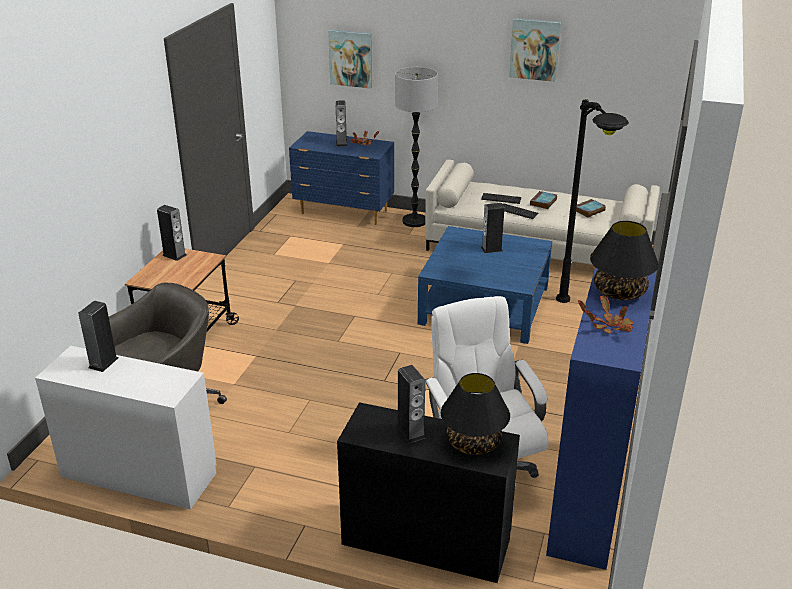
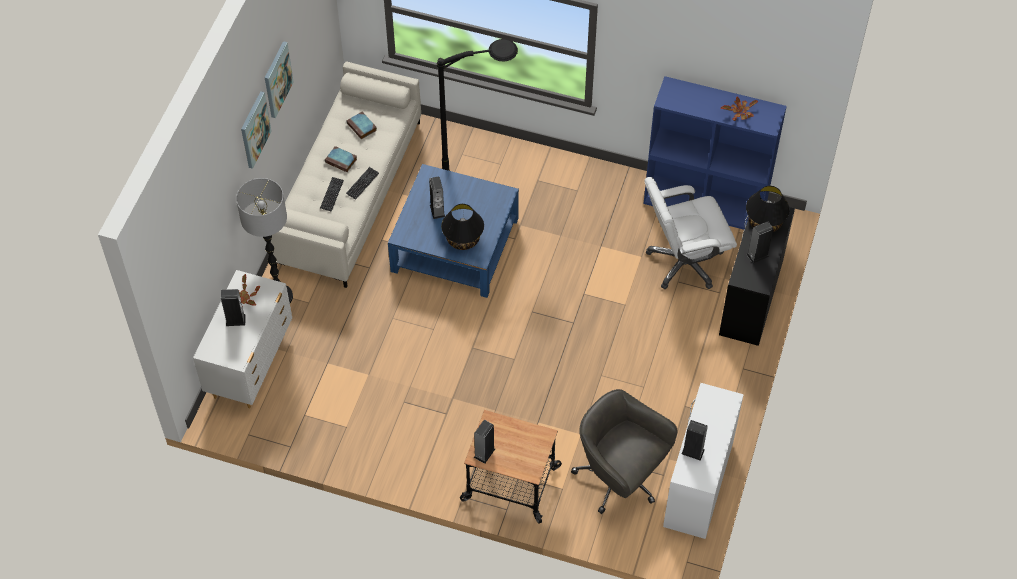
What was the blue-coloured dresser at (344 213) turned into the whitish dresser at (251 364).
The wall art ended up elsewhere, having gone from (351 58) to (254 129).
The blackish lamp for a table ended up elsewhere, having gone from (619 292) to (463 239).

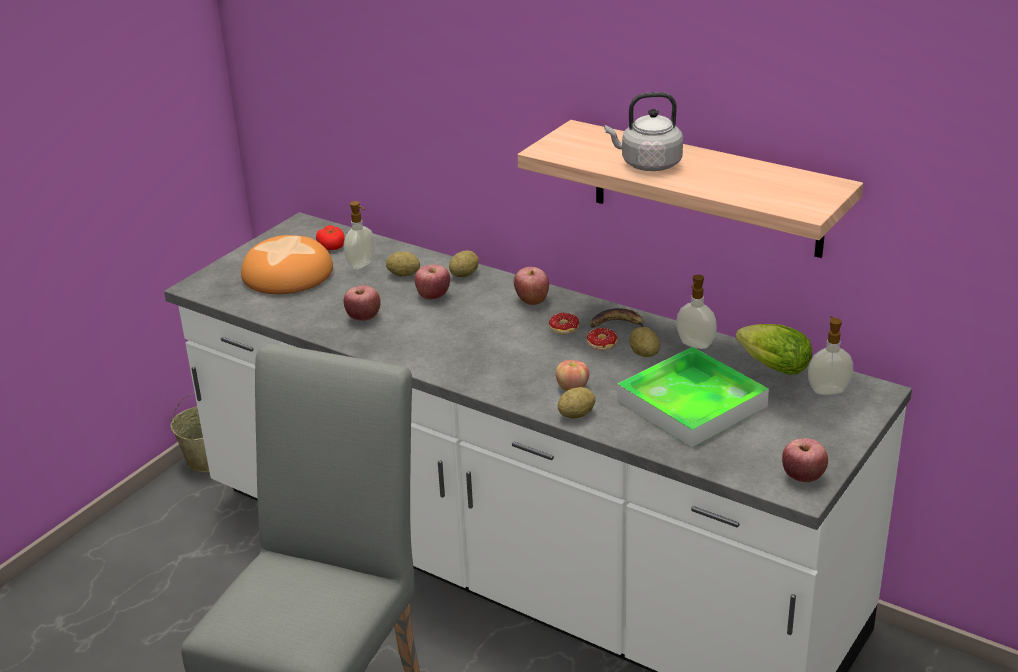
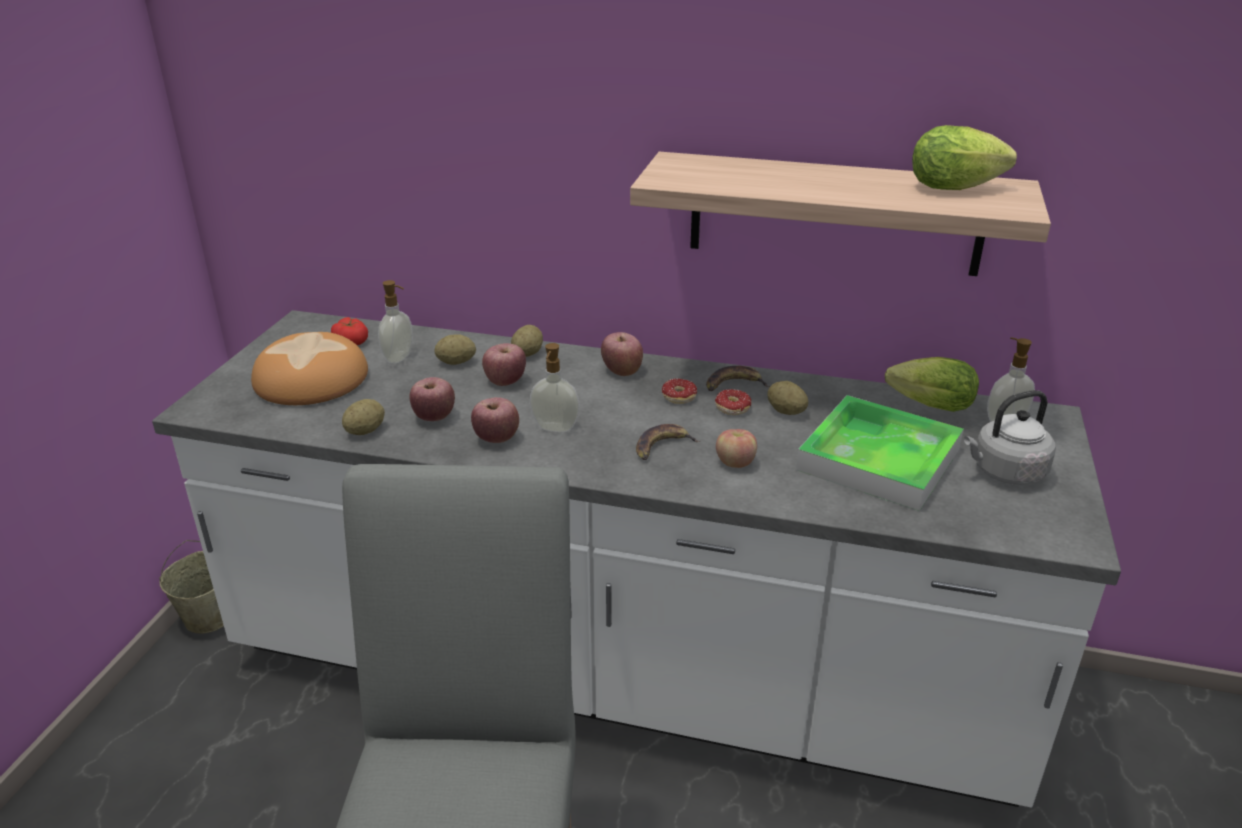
The whole potato ended up elsewhere, having gone from (576 415) to (365 431).
The grey water kettle ended up elsewhere, having gone from (648 164) to (1005 472).
The liquid soap bottle ended up elsewhere, having gone from (695 345) to (555 428).
The apple fruit ended up elsewhere, having gone from (803 477) to (497 438).
The second view gained the banana fruit at (662 447).
The second view gained the head of lettuce at (959 188).

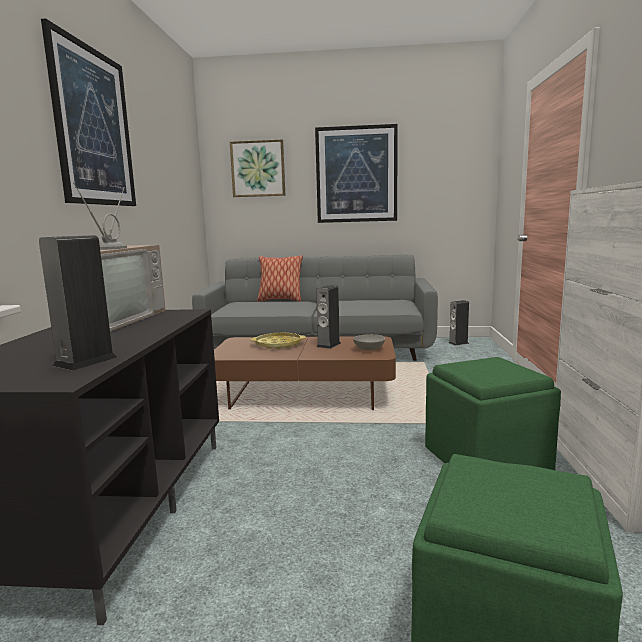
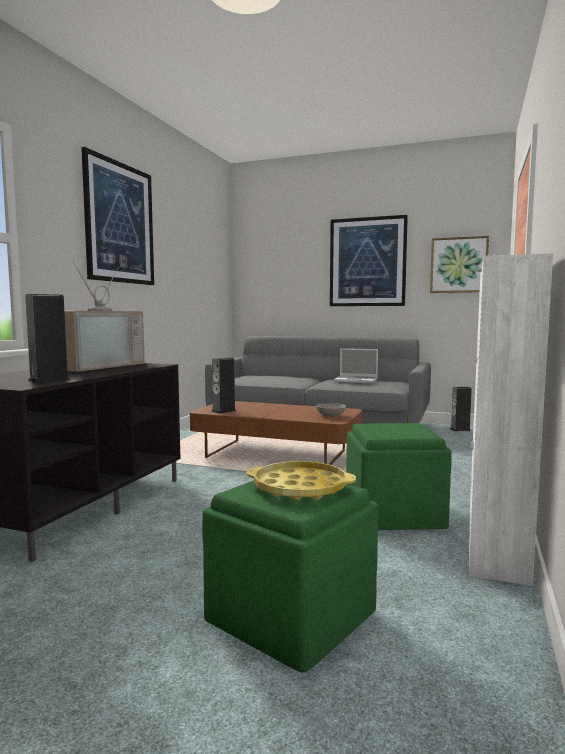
The wall art ended up elsewhere, having gone from (258 169) to (458 265).
The yellow-coloured serving tray ended up elsewhere, having gone from (278 344) to (300 488).
The second view lost the pillow at (280 300).
The audio speaker ended up elsewhere, having gone from (328 345) to (223 411).
The second view gained the laptop at (356 380).

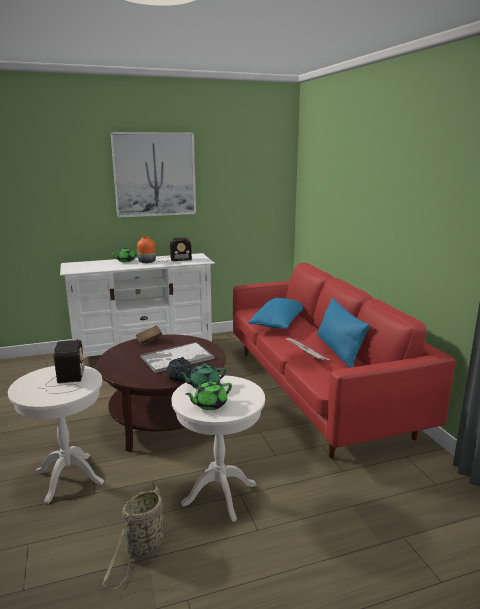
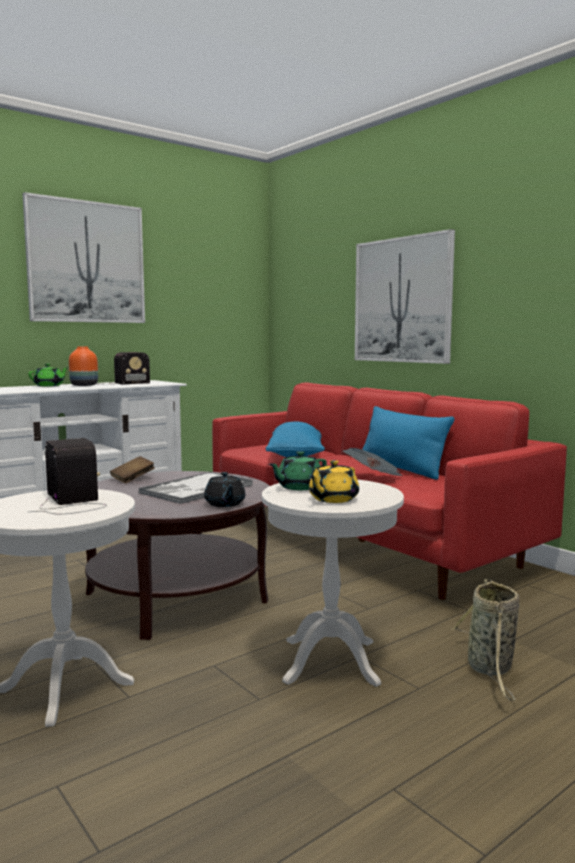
The basket ended up elsewhere, having gone from (143 551) to (490 669).
What was the greenish tea pot at (209 404) turned into the yellow-coloured tea pot at (332 499).
The second view gained the wall art at (402 300).

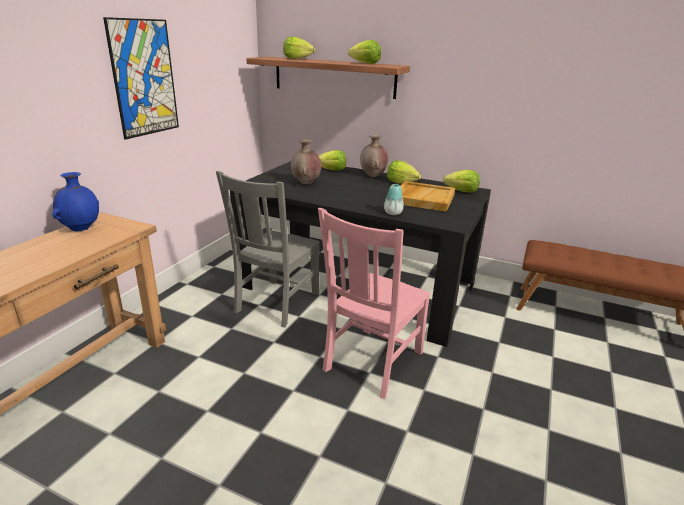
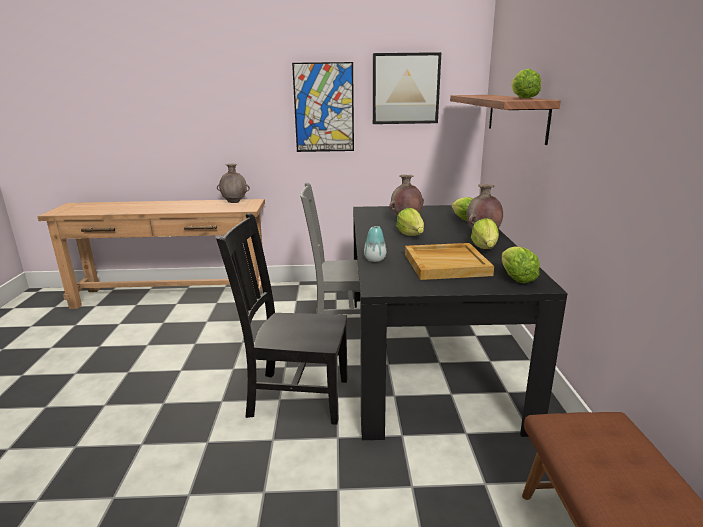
What was the blue-coloured decorative vase at (81 228) turned into the brown-coloured decorative vase at (234 202).
The head of lettuce ended up elsewhere, having gone from (297 58) to (411 235).
What was the pink plain chair at (371 362) turned into the blackish plain chair at (295 396).
The second view gained the wall art at (405 89).

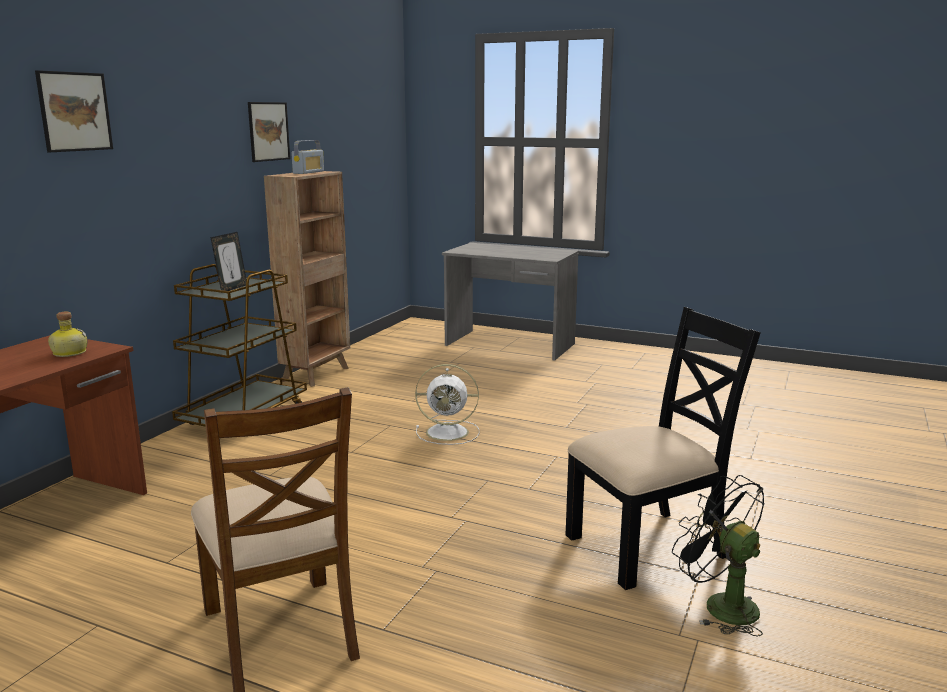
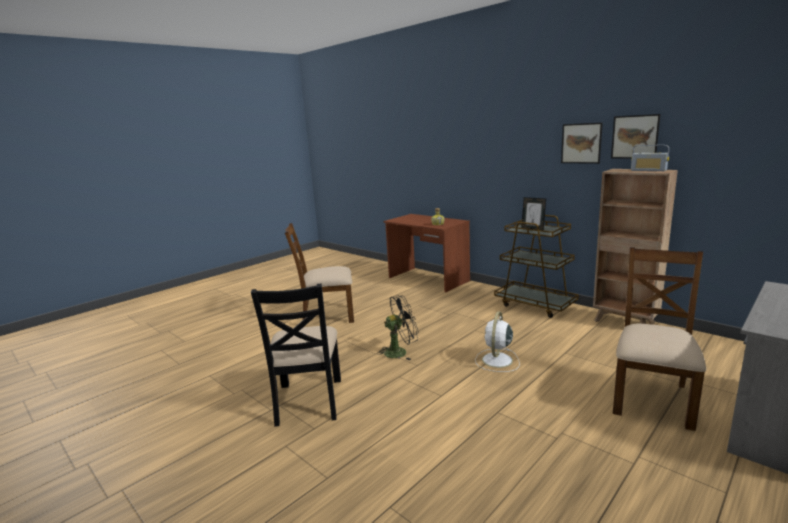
The wall art ended up elsewhere, having gone from (74 111) to (581 143).
The blackish electric fan ended up elsewhere, having gone from (720 605) to (400 351).
The second view gained the brown-coloured plain chair at (651 398).

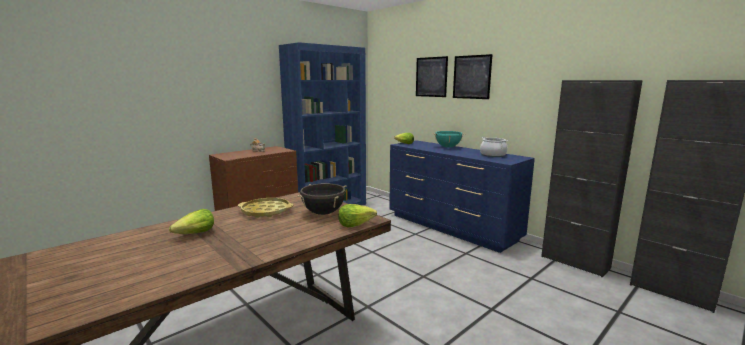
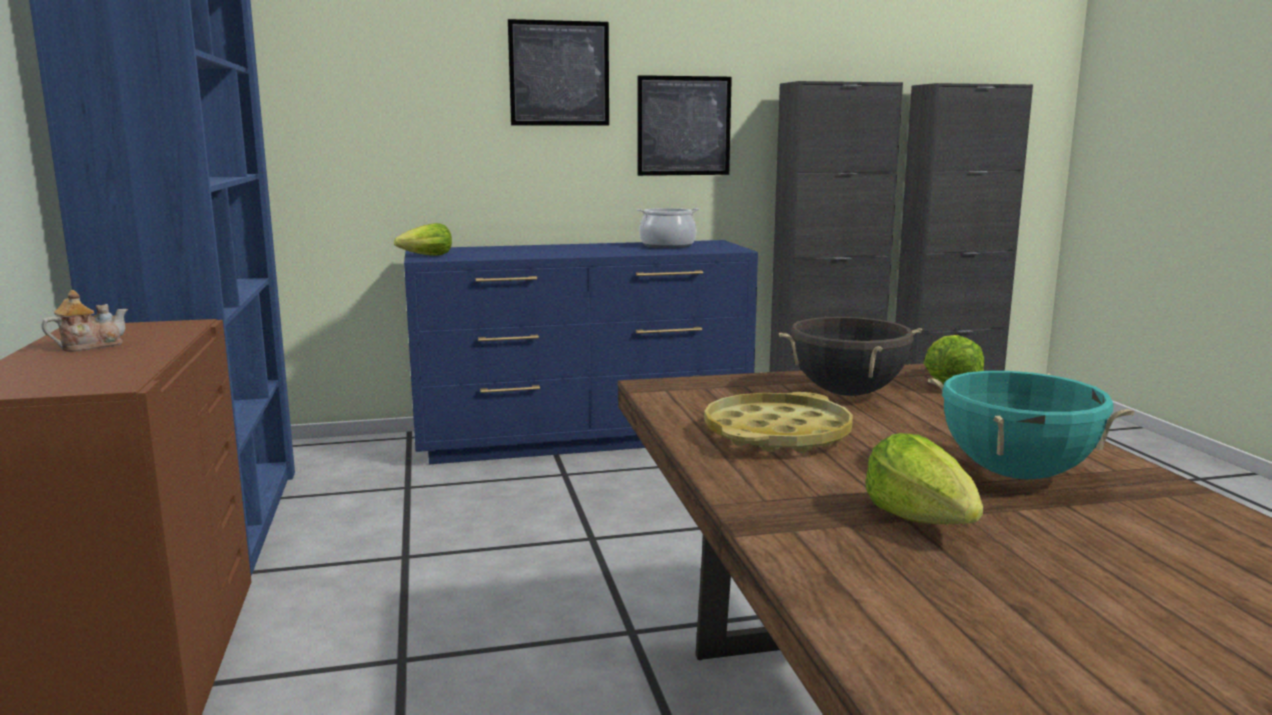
The wall art ended up elsewhere, having gone from (431 77) to (684 126).
The turquoise-coloured cooking pot ended up elsewhere, having gone from (448 147) to (1016 474).

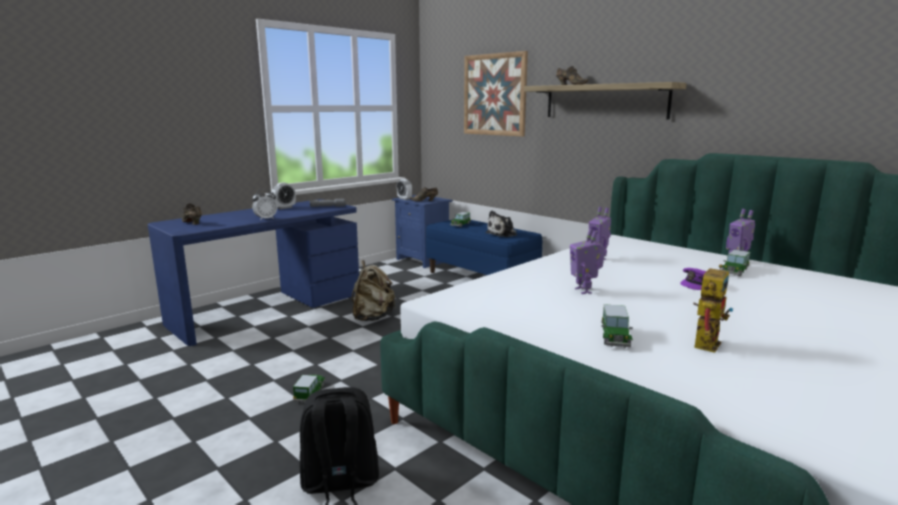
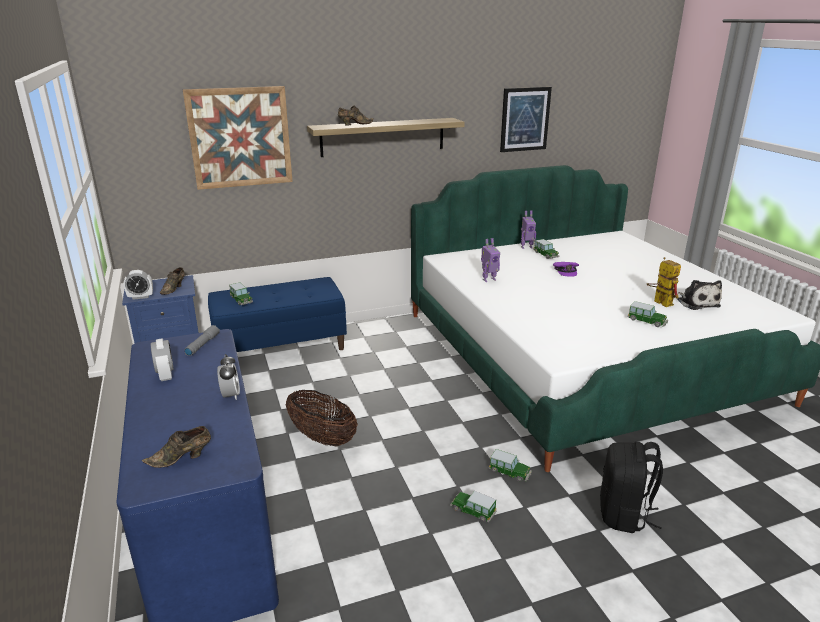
Where the beige-coloured backpack stood at (372 318), the basket came to stand at (322 438).
The soft toy ended up elsewhere, having gone from (503 234) to (696 302).
The second view lost the toy robot at (584 290).
The second view gained the model car at (510 472).
The second view gained the wall art at (524 119).

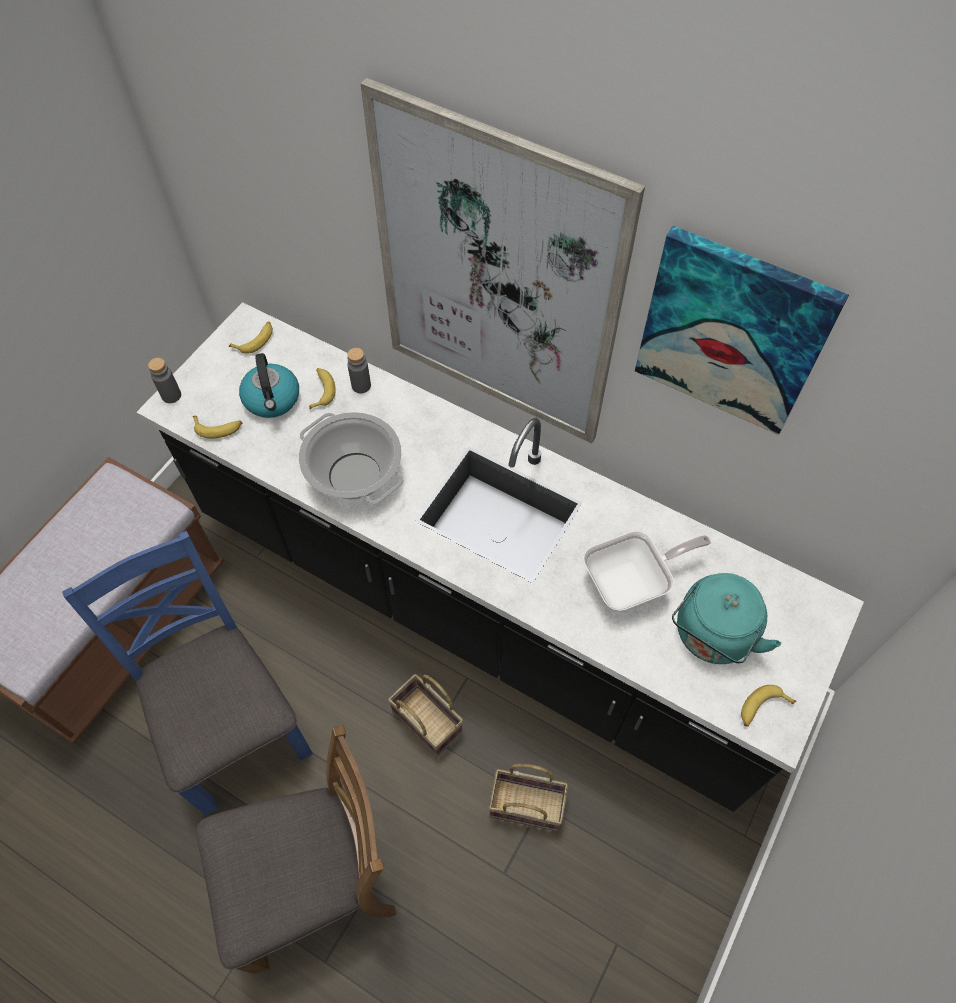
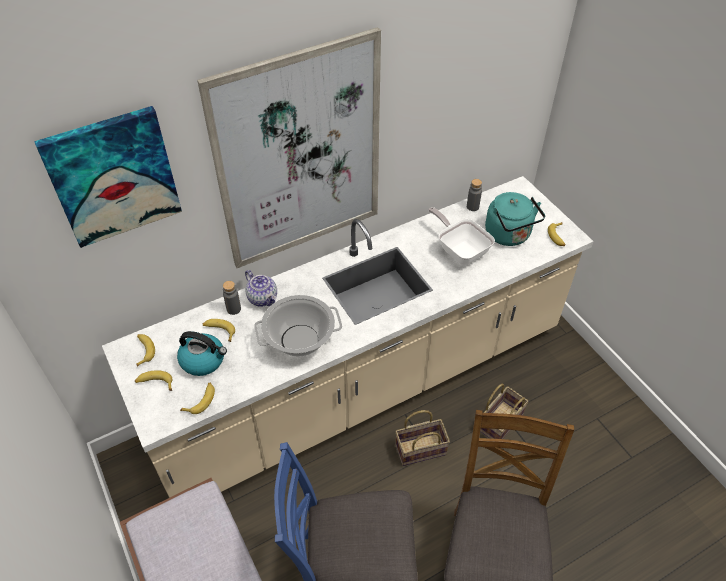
What was the blackish counter at (478 607) turned into the beige-coloured counter at (363 386).
The grey drink bottle ended up elsewhere, having gone from (171 395) to (472 207).
The skillet at (632 583) ended up facing another way, 45 degrees counterclockwise from before.
The wall art ended up elsewhere, having gone from (732 332) to (113 177).
The second view gained the banana fruit at (155 383).
The second view gained the tea pot at (263 298).

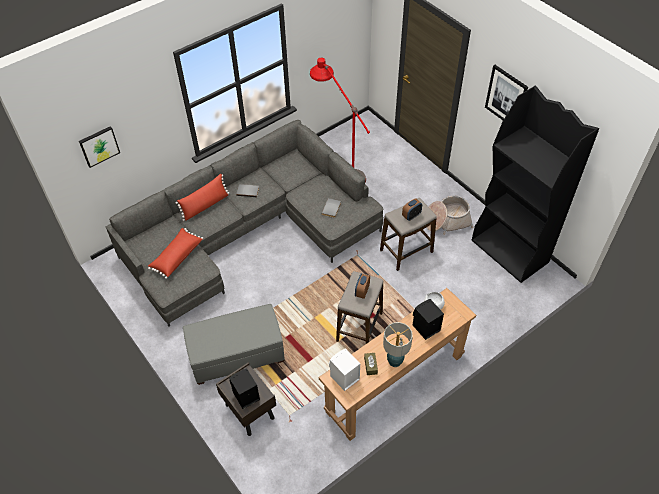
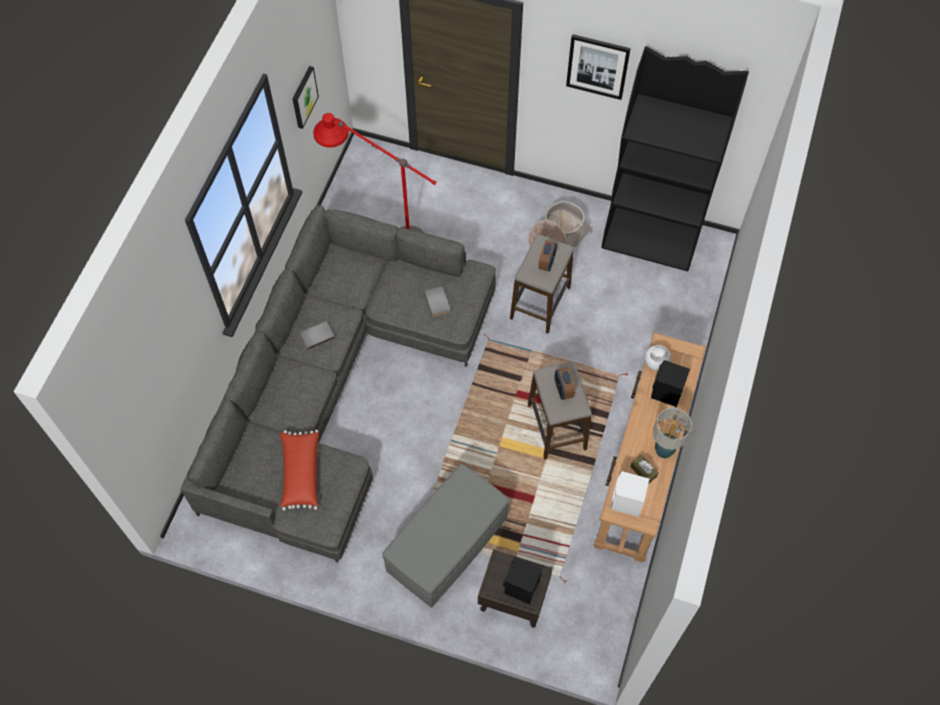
The wall art ended up elsewhere, having gone from (99 146) to (303 97).
The second view lost the reddish pillow at (205 206).

